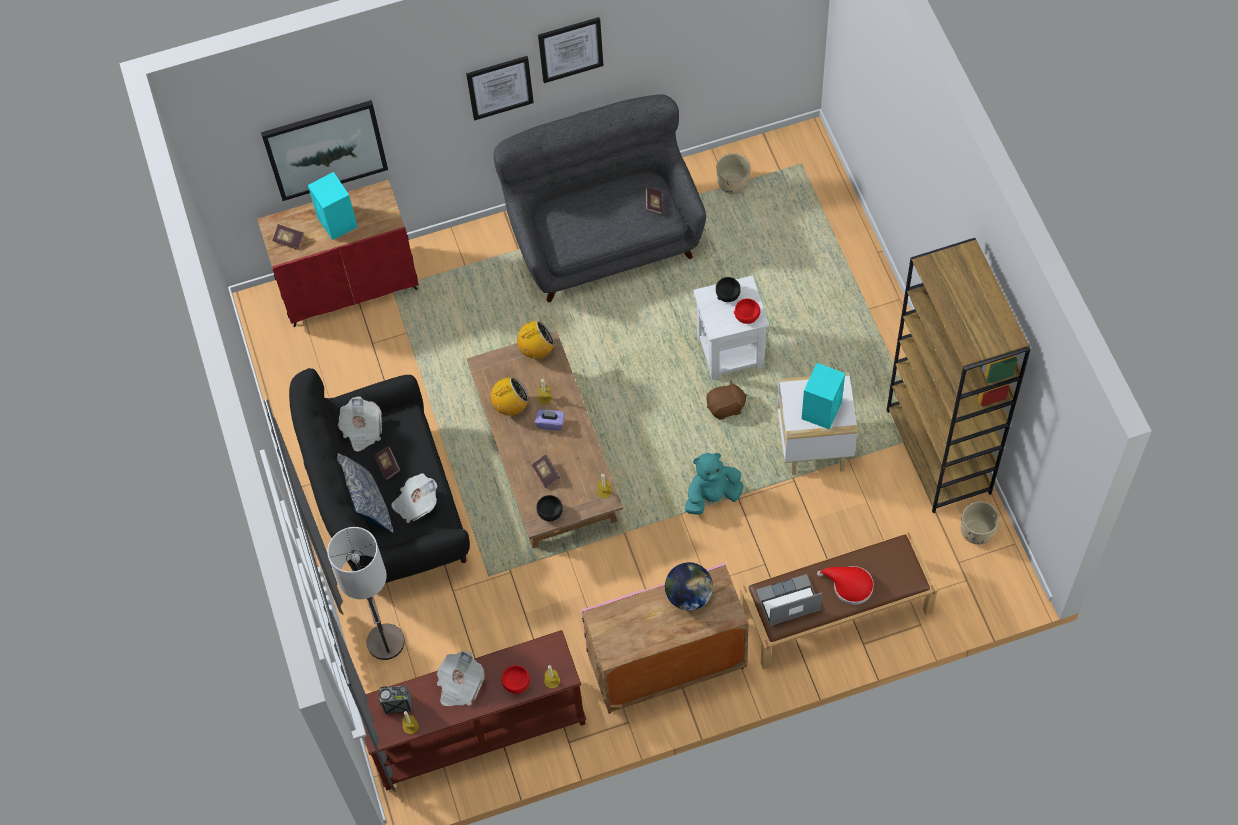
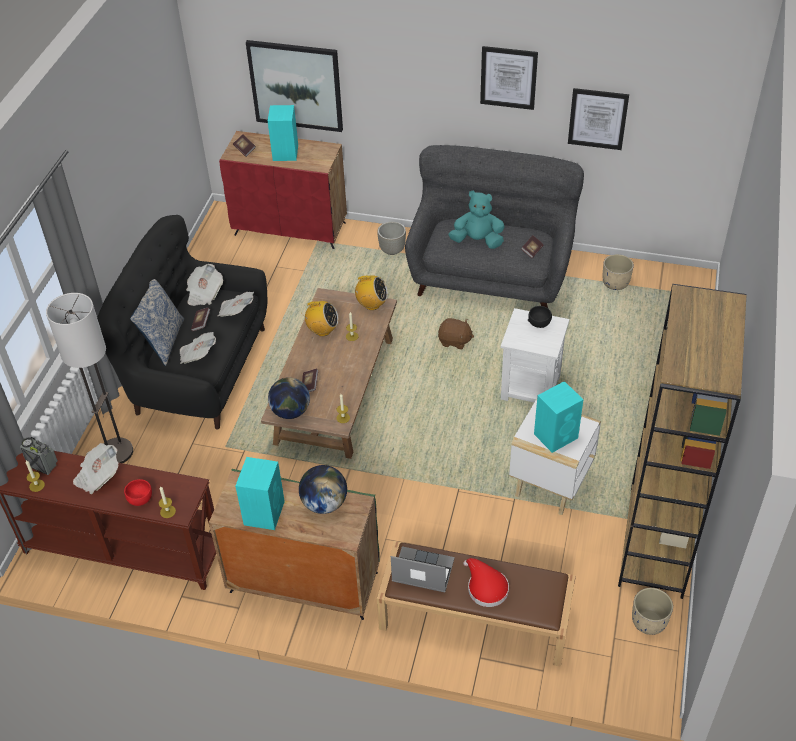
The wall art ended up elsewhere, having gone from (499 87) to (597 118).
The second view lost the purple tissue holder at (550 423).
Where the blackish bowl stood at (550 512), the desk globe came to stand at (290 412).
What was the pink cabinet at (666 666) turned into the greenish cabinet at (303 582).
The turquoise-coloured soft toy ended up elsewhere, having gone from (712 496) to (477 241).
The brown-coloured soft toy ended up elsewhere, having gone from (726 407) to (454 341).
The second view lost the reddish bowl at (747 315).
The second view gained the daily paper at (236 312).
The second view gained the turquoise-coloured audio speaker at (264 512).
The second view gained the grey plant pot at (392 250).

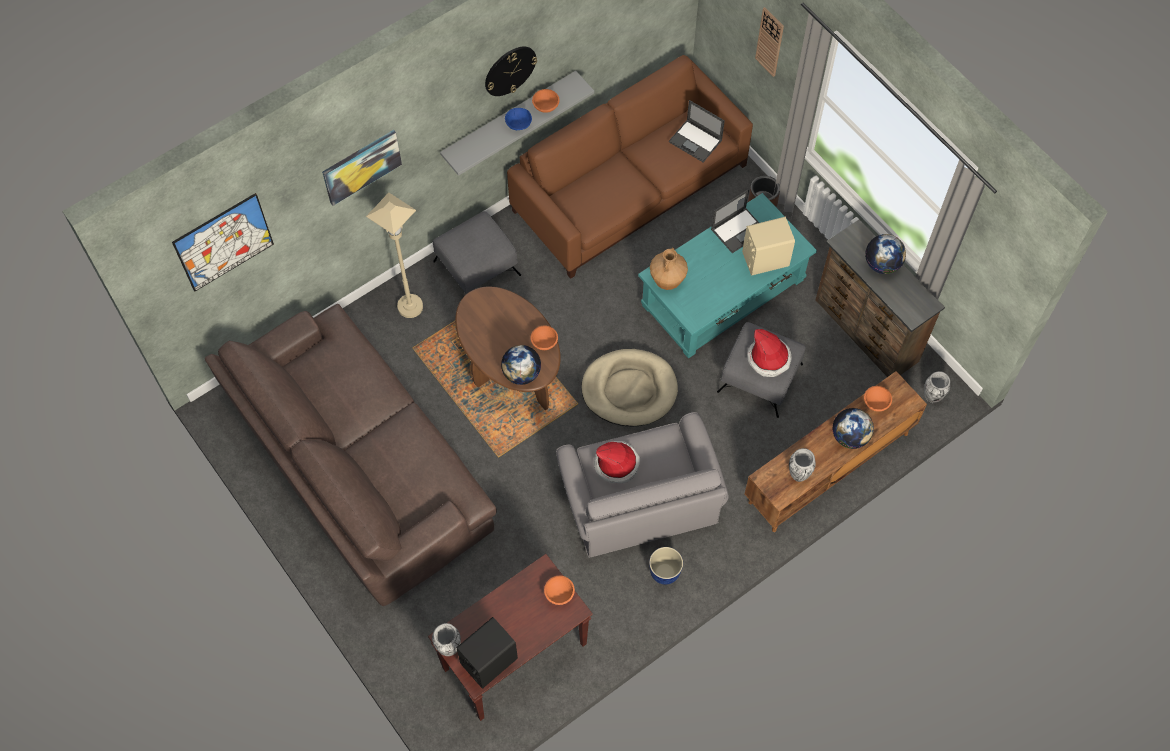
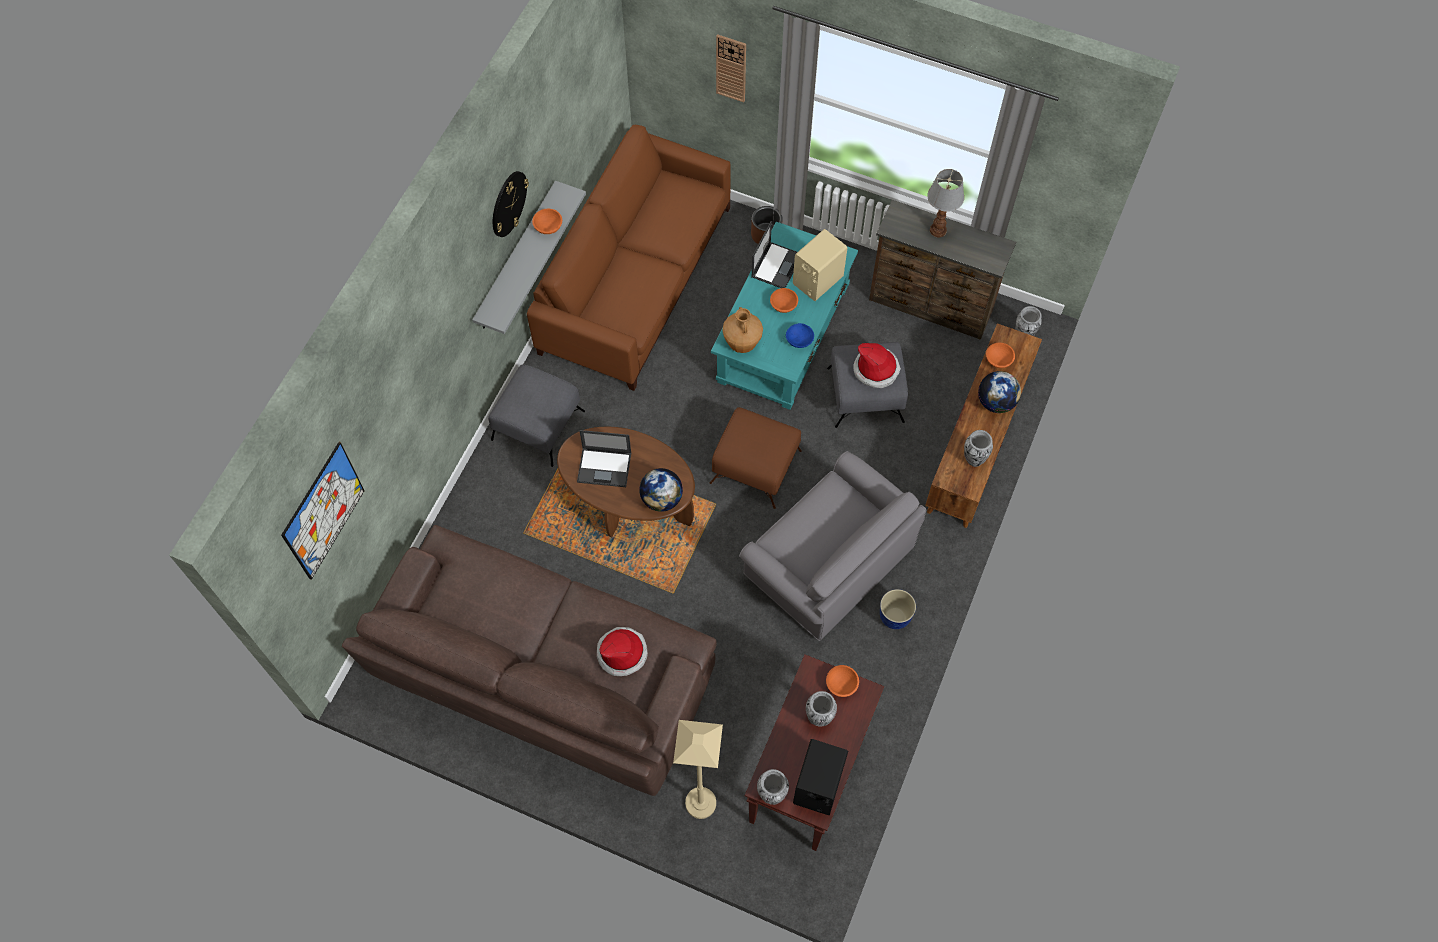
The second view lost the wall art at (361 166).
The beige-coloured floor lamp ended up elsewhere, having gone from (410 306) to (700 803).
The blue-coloured bowl ended up elsewhere, having gone from (519 124) to (800 340).
The orange-coloured bowl ended up elsewhere, having gone from (544 342) to (783 305).
Where the beige-coloured dog bed stood at (629 389), the brown-coloured footrest came to stand at (755 466).
The hat ended up elsewhere, having gone from (616 464) to (622 653).
The laptop ended up elsewhere, having gone from (696 141) to (605 467).
Where the desk globe stood at (882 264), the lamp for a table came to stand at (938 230).
The second view gained the decorative vase at (819 717).

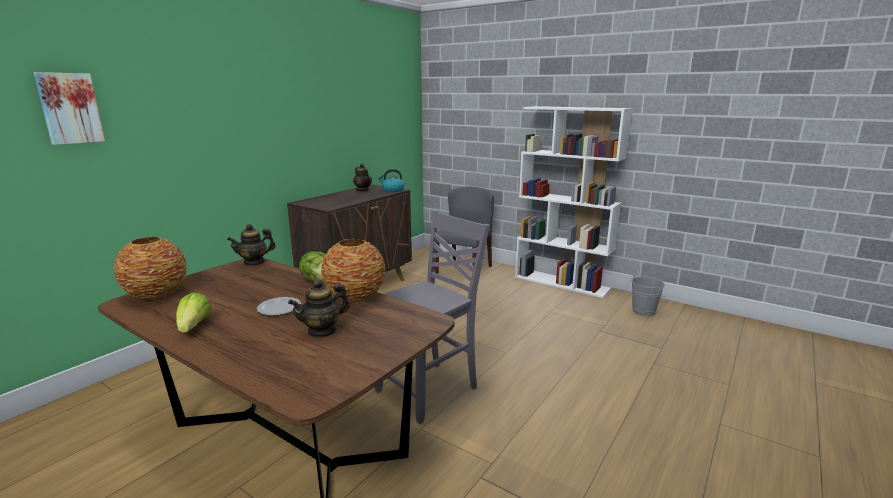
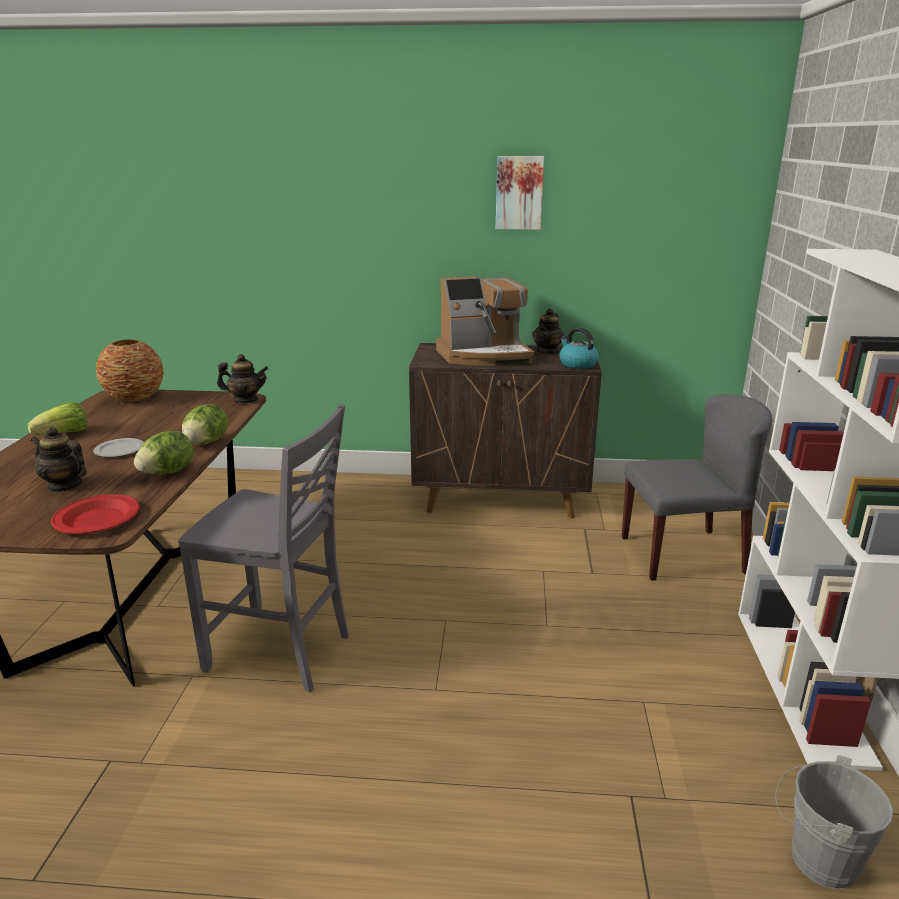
The wall art ended up elsewhere, having gone from (69 108) to (519 193).
The tea pot at (254 262) ended up facing another way, 150 degrees clockwise from before.
Where the decorative vase stood at (355 297), the head of lettuce came to stand at (168 473).
The second view gained the reddish flat dish at (97 519).
The second view gained the coffee machine at (484 356).

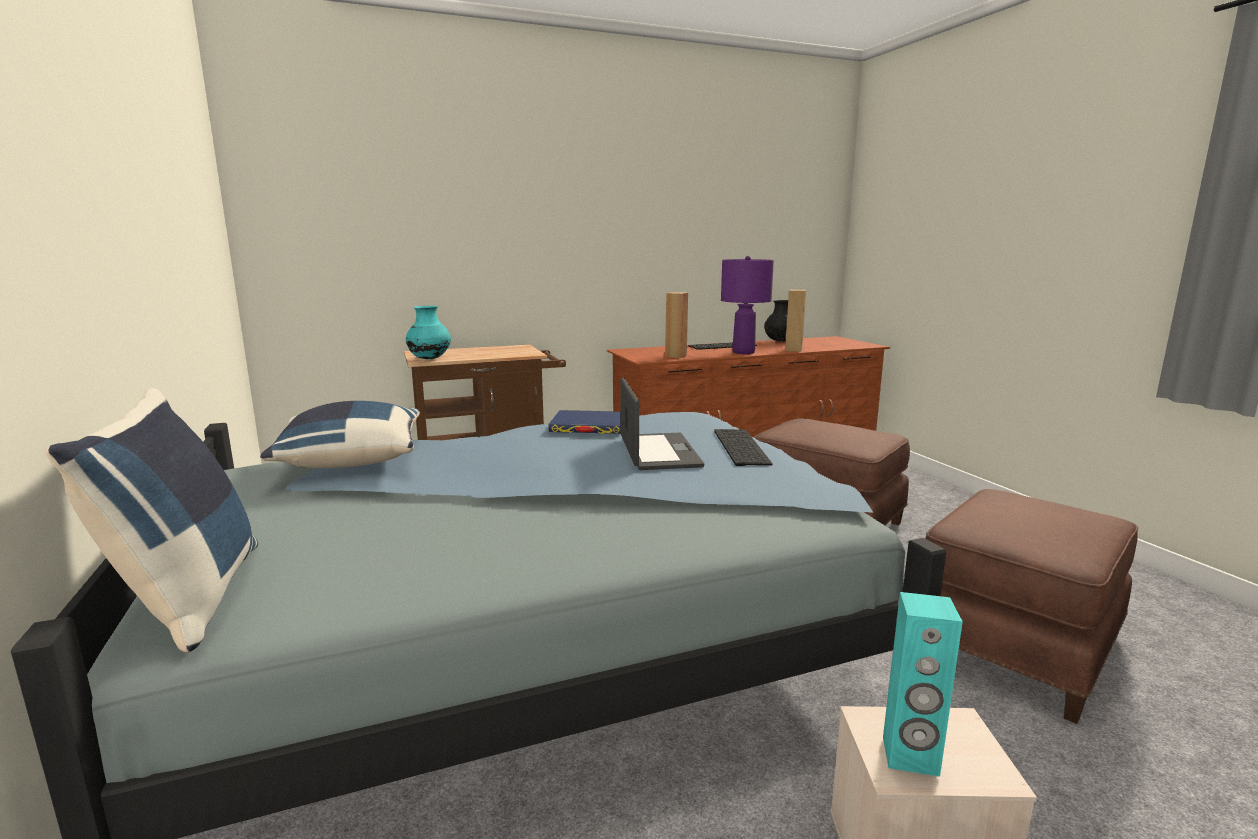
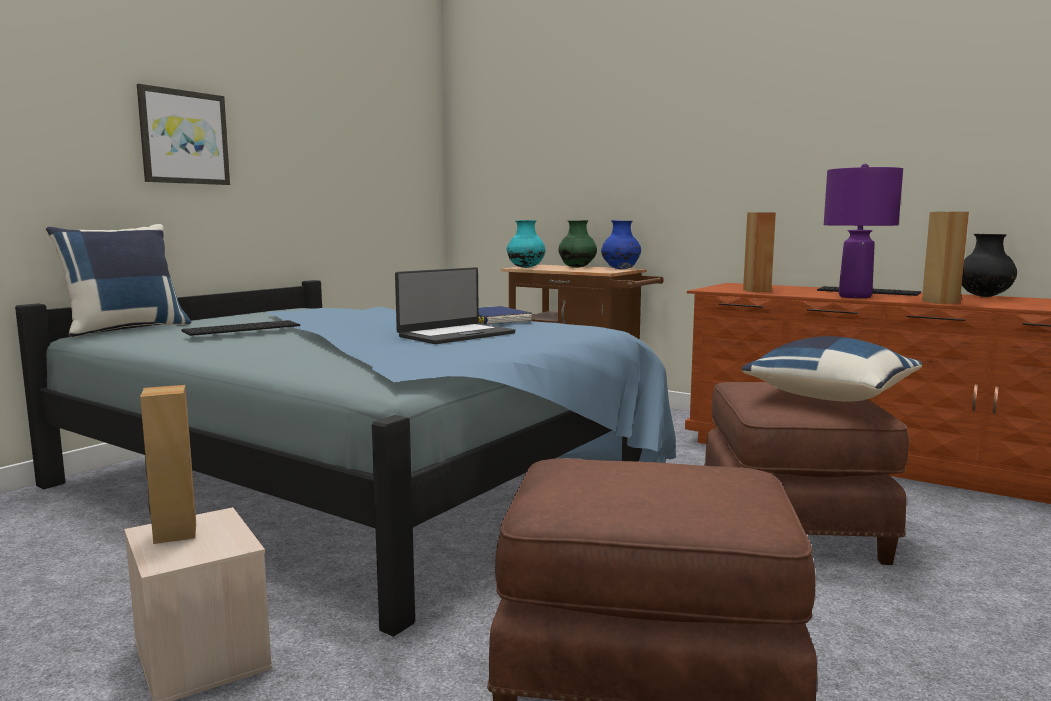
The blue-coloured pillow ended up elsewhere, having gone from (351 460) to (829 396).
The computer keyboard ended up elsewhere, having gone from (738 446) to (243 328).
What was the turquoise-coloured audio speaker at (910 757) turned into the brown-coloured audio speaker at (174 533).
The second view gained the wall art at (184 137).
The second view gained the greenish decorative vase at (577 267).
The second view gained the blue-coloured decorative vase at (620 269).

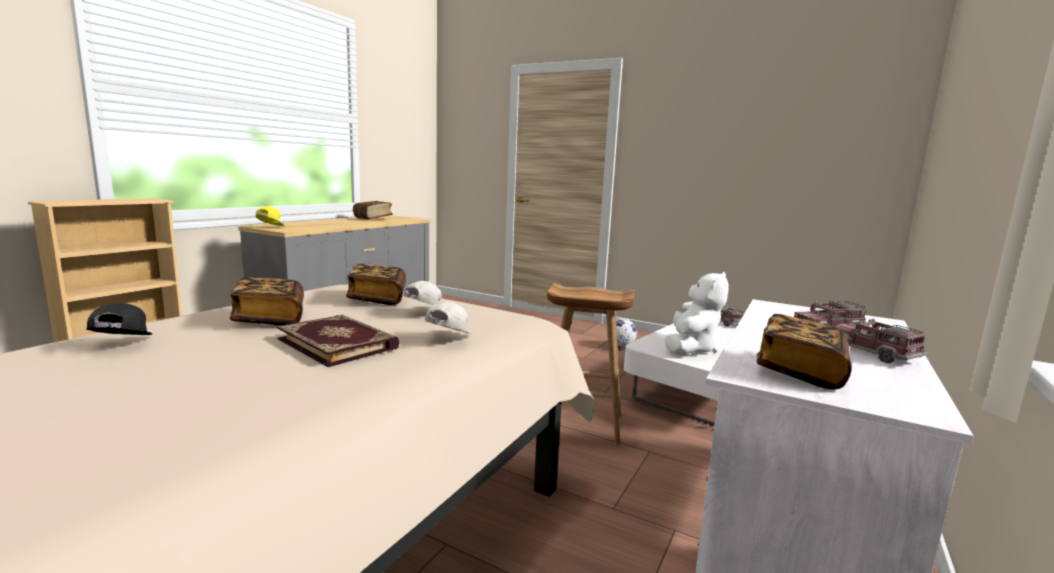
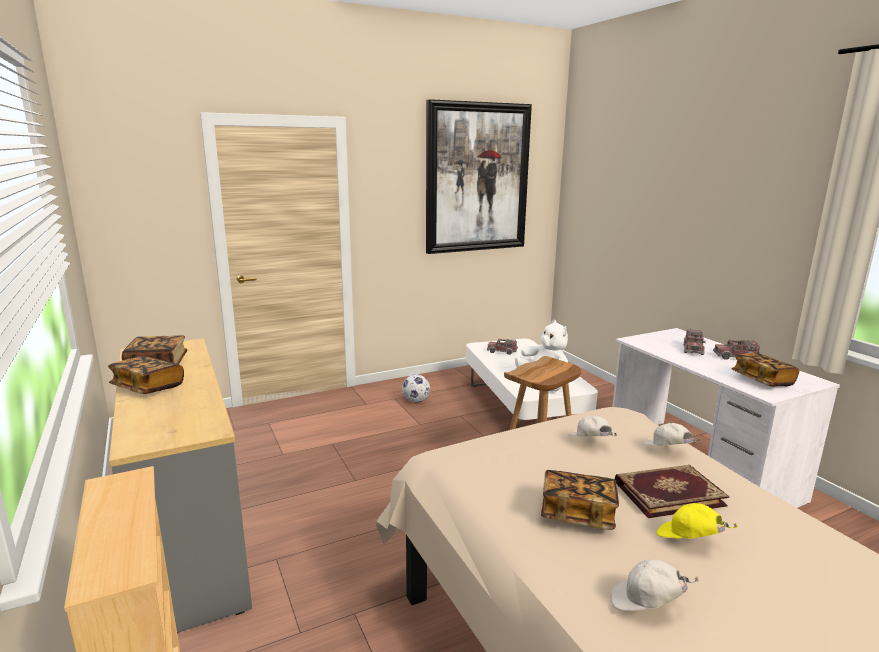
What was the blackish peaked cap at (120 345) turned into the whitish peaked cap at (646 605).
The yellow-coloured peaked cap ended up elsewhere, having gone from (269 227) to (688 540).
The bound book ended up elsewhere, having gone from (377 298) to (148 387).
The second view gained the wall art at (477 178).

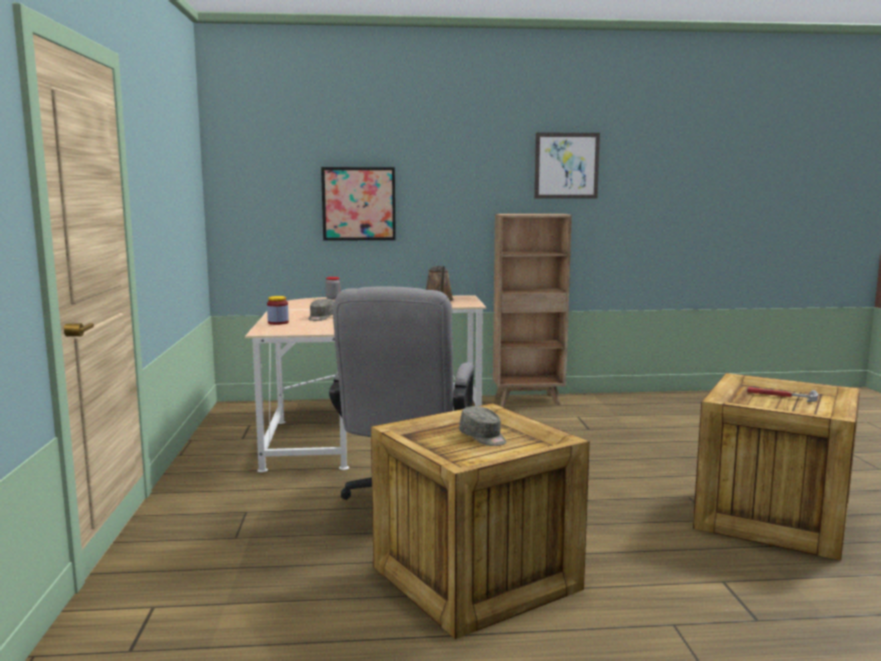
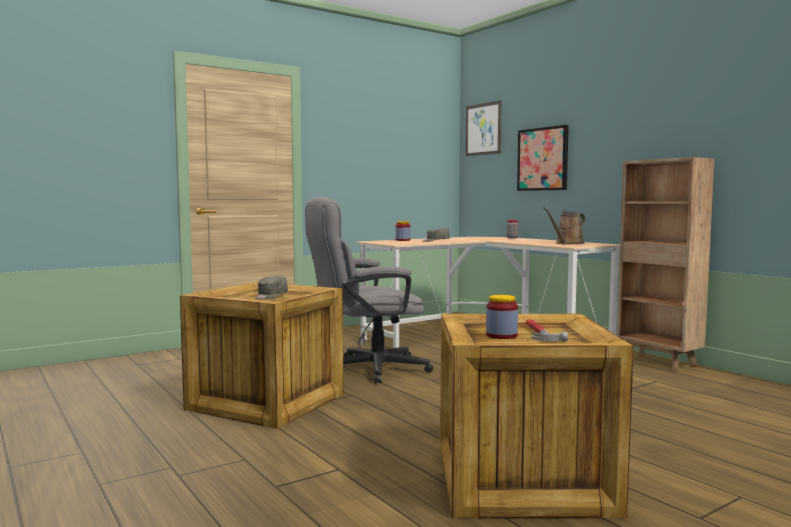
The wall art ended up elsewhere, having gone from (566 165) to (483 129).
The second view gained the storage jar at (501 335).

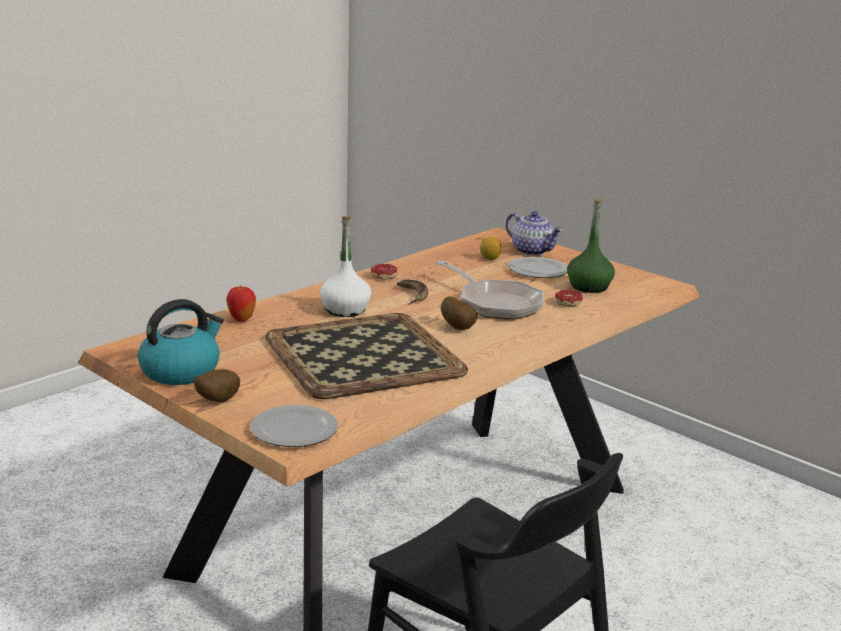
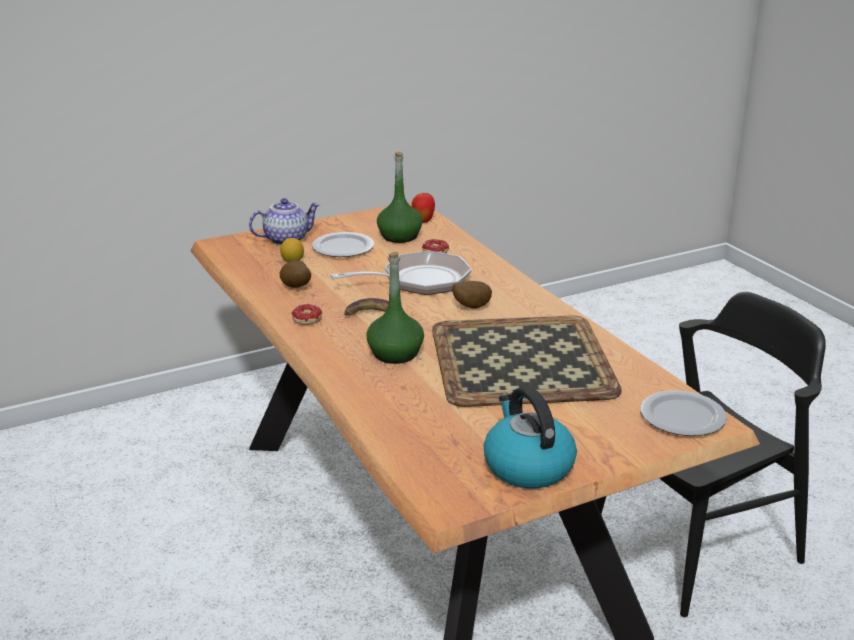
The whole potato ended up elsewhere, having gone from (216 401) to (295 288).
The apple fruit ended up elsewhere, having gone from (241 319) to (423 221).
What was the whitish drink bottle at (345 310) turned into the greenish drink bottle at (395 354).

